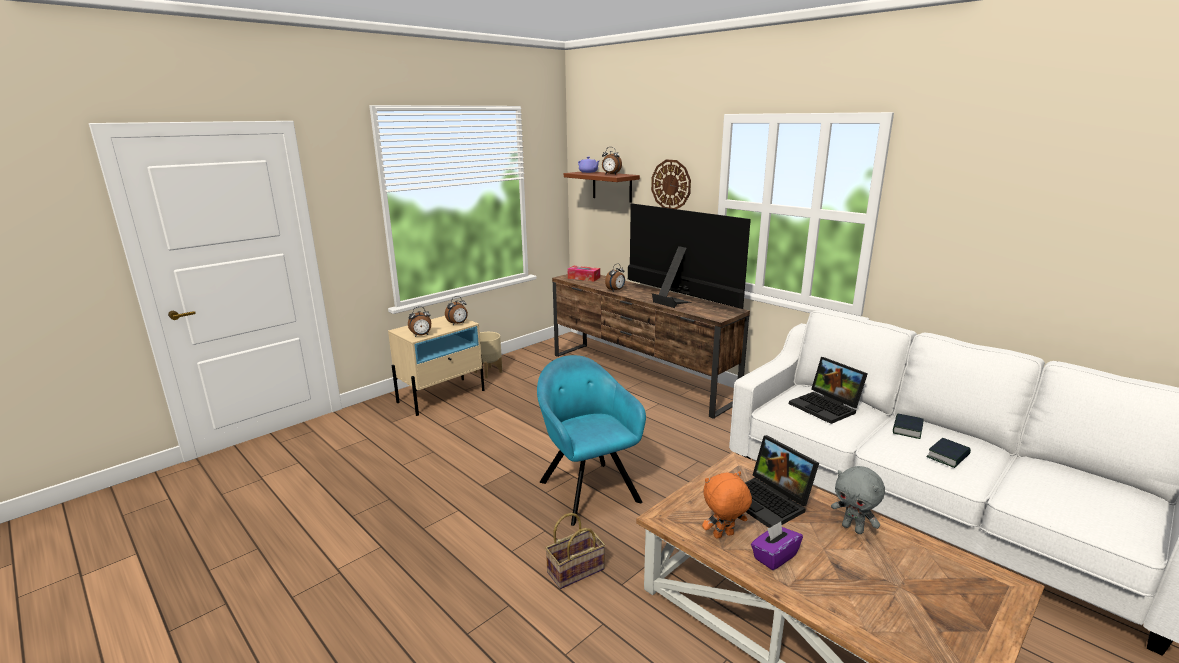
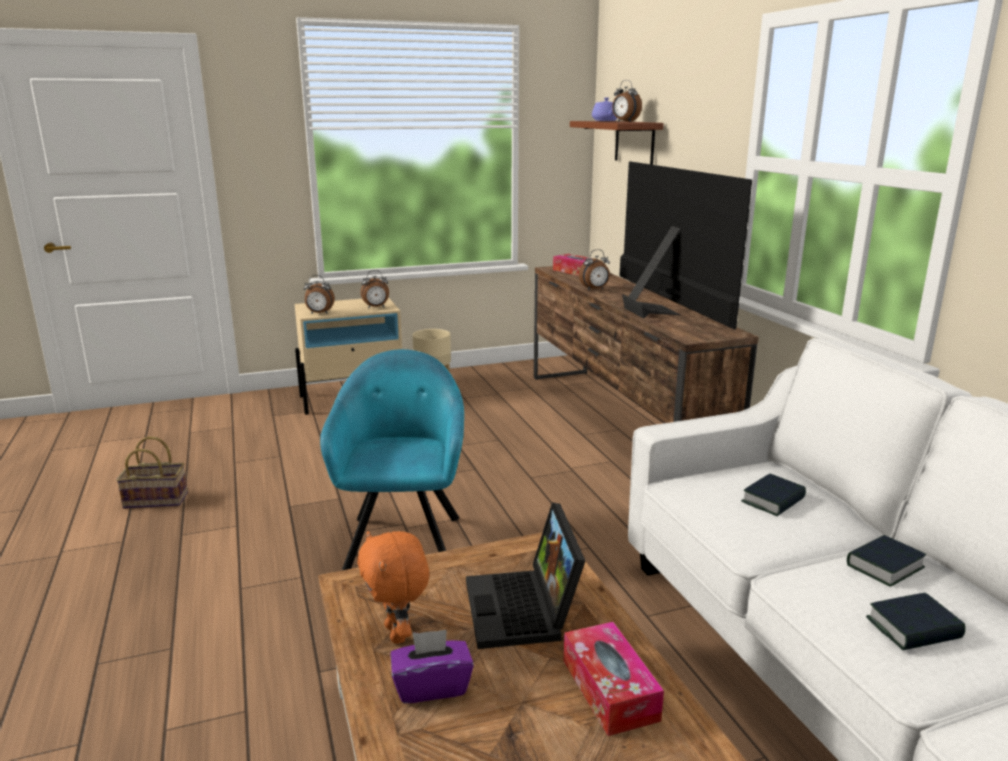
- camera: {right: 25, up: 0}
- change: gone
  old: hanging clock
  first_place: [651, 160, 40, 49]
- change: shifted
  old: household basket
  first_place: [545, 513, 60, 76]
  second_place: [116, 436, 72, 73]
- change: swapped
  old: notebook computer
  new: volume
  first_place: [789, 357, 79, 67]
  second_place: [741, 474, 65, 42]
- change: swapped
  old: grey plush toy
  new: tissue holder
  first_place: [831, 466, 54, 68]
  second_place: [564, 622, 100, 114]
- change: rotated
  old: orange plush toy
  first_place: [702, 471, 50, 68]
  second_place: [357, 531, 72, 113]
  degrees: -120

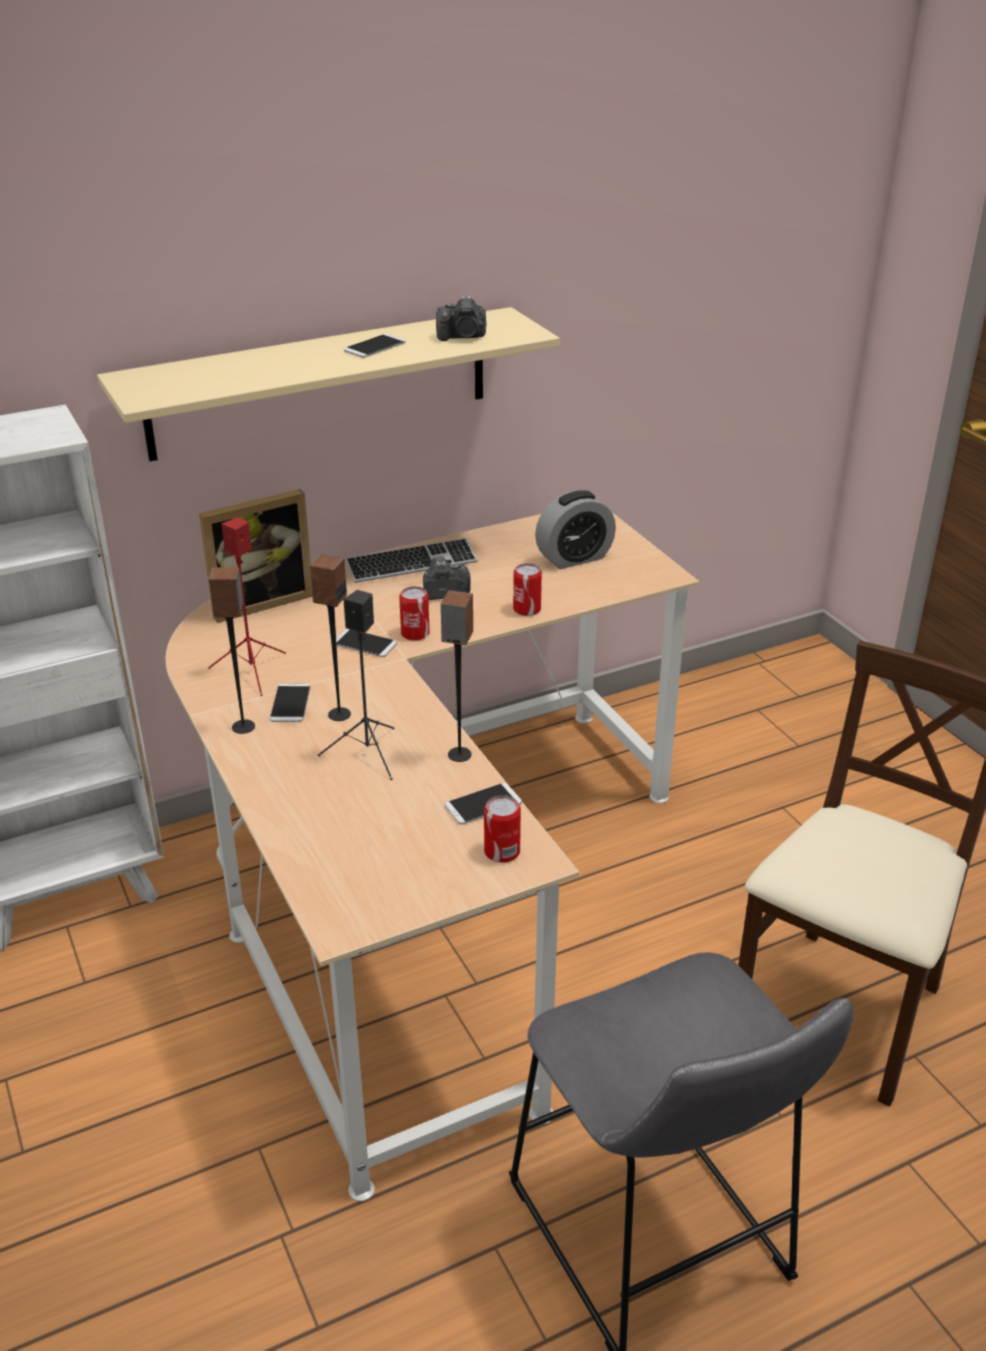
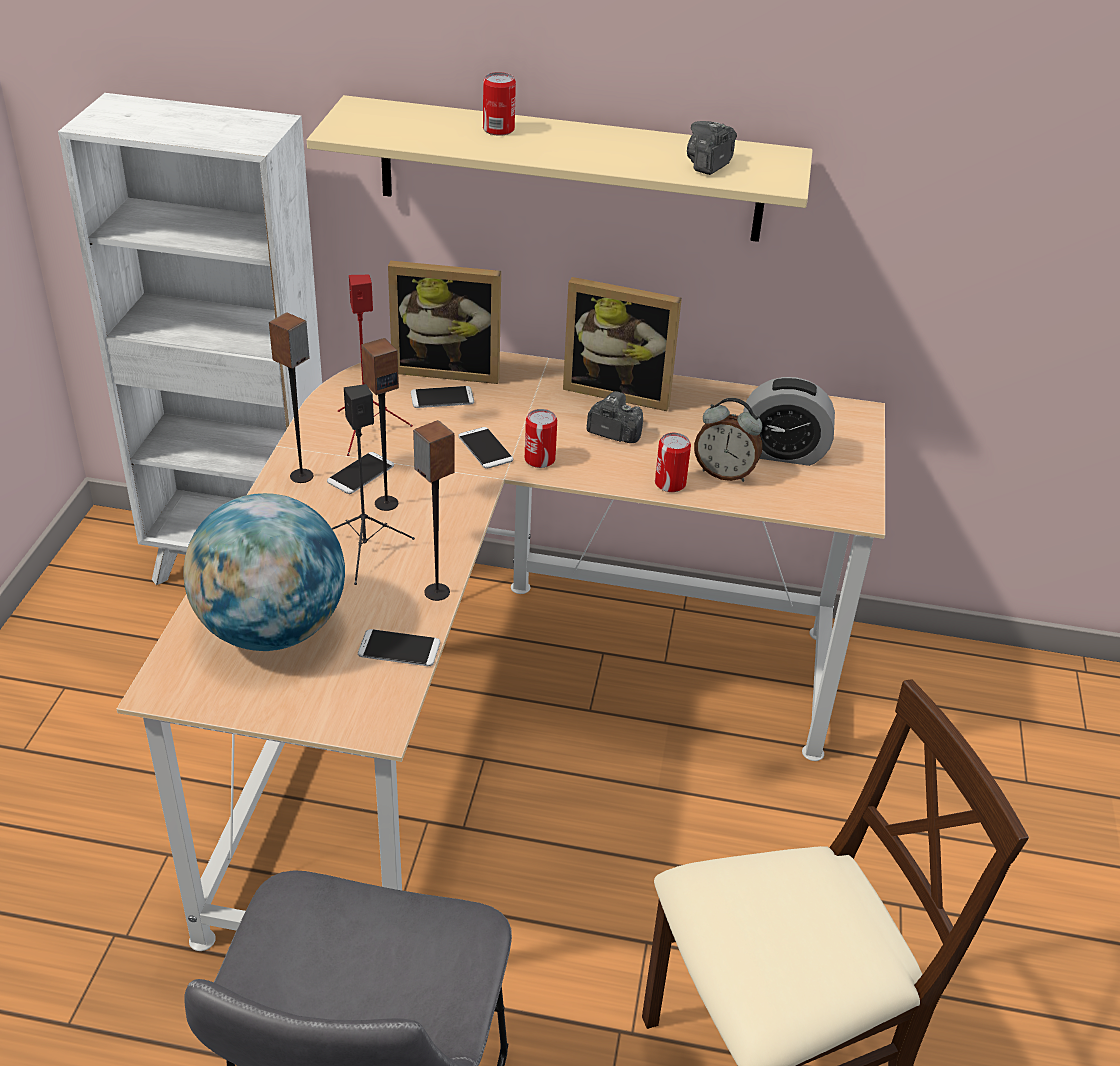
- camera: {right: 35, up: 5}
- change: new
  new: desk globe
  second_place: [183, 493, 162, 158]
- change: new
  new: alarm clock
  second_place: [694, 398, 69, 84]
- change: shifted
  old: telephone
  first_place: [344, 334, 62, 24]
  second_place: [411, 386, 63, 22]
- change: shifted
  old: sealed can
  first_place: [484, 795, 37, 68]
  second_place: [483, 72, 33, 64]
- change: swapped
  old: PC keyboard
  new: standing frame
  first_place: [345, 538, 133, 45]
  second_place: [563, 277, 119, 134]
- change: rotated
  old: still camera
  first_place: [436, 296, 50, 45]
  second_place: [687, 121, 50, 54]
  degrees: 90

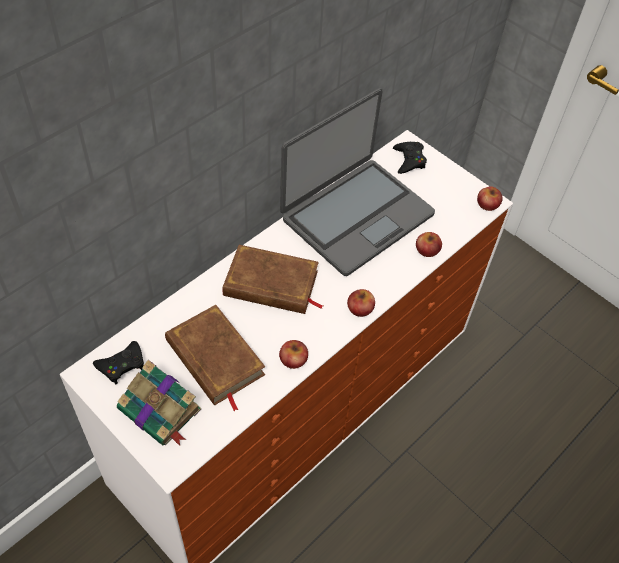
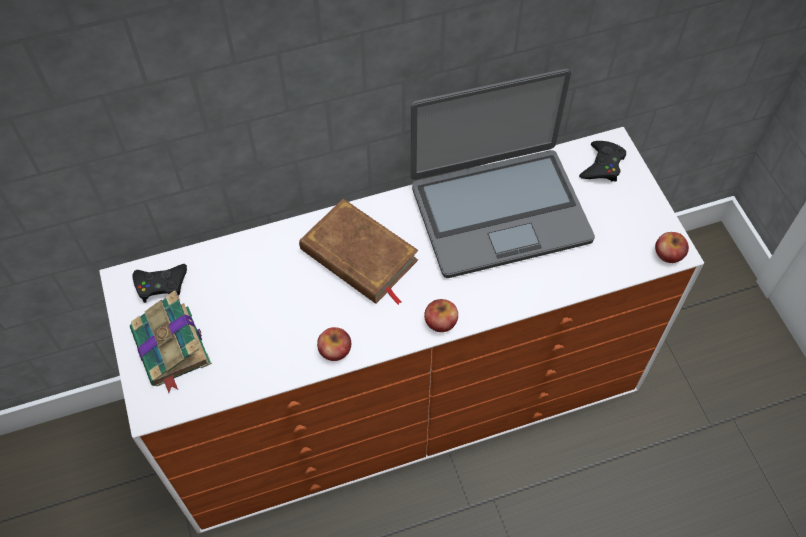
- camera: {right: 30, up: 5}
- change: gone
  old: brown volume
  first_place: [165, 305, 100, 106]
- change: gone
  old: apple
  first_place: [416, 232, 26, 25]

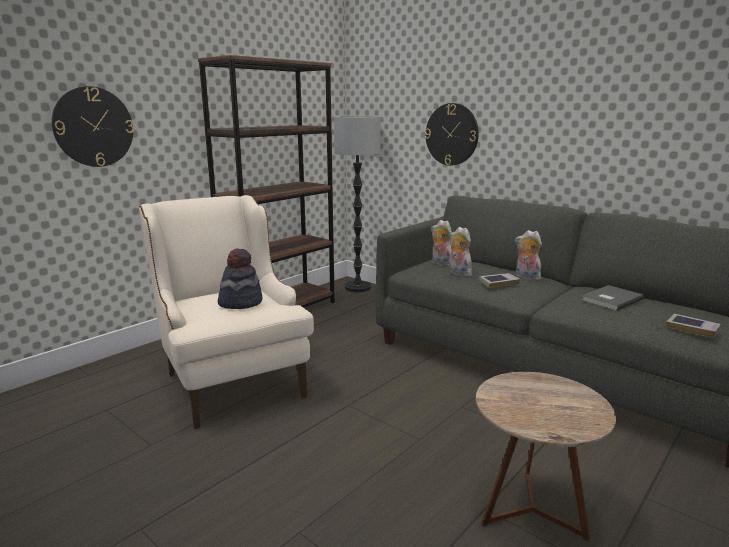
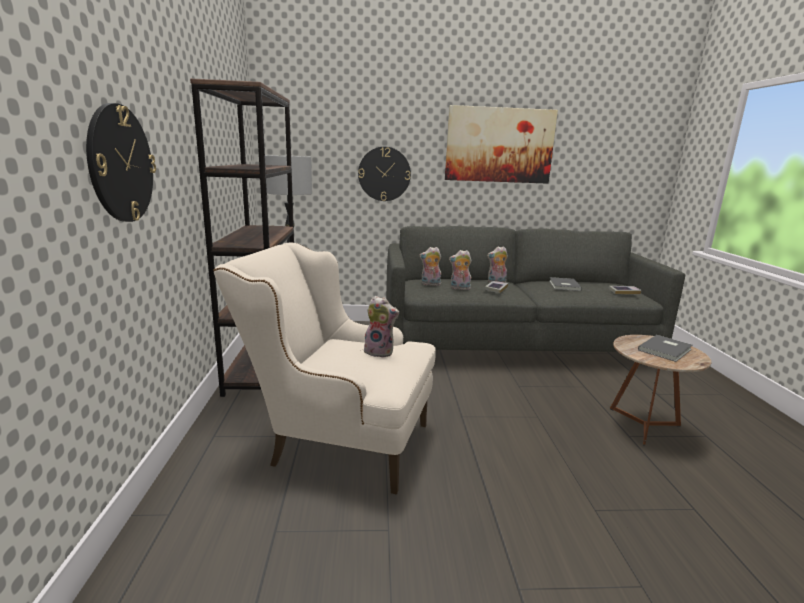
- camera: {right: -45, up: 0}
- change: new
  new: picture
  second_place: [445, 105, 113, 79]
- change: new
  new: grey volume
  second_place: [638, 335, 54, 27]
- change: swapped
  old: clothing hat
  new: plush toy
  first_place: [218, 248, 45, 61]
  second_place: [364, 296, 35, 62]

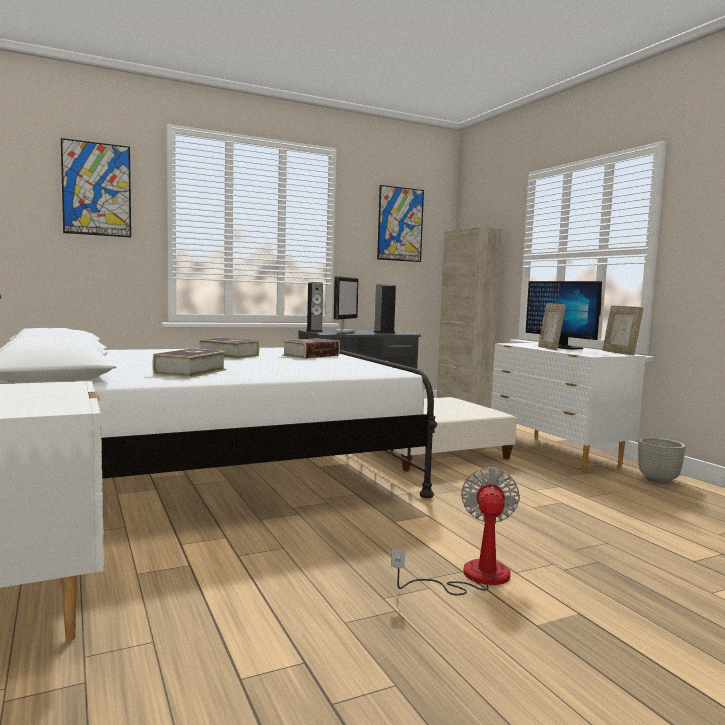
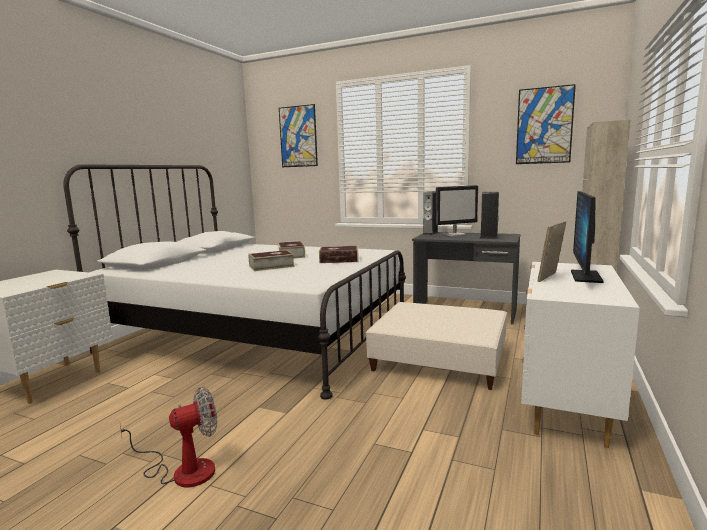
- camera: {right: 50, up: 5}
- change: gone
  old: standing frame
  first_place: [603, 306, 40, 50]
- change: gone
  old: grey plant pot
  first_place: [638, 438, 47, 46]
- change: shifted
  old: volume
  first_place: [152, 349, 74, 29]
  second_place: [248, 250, 47, 21]

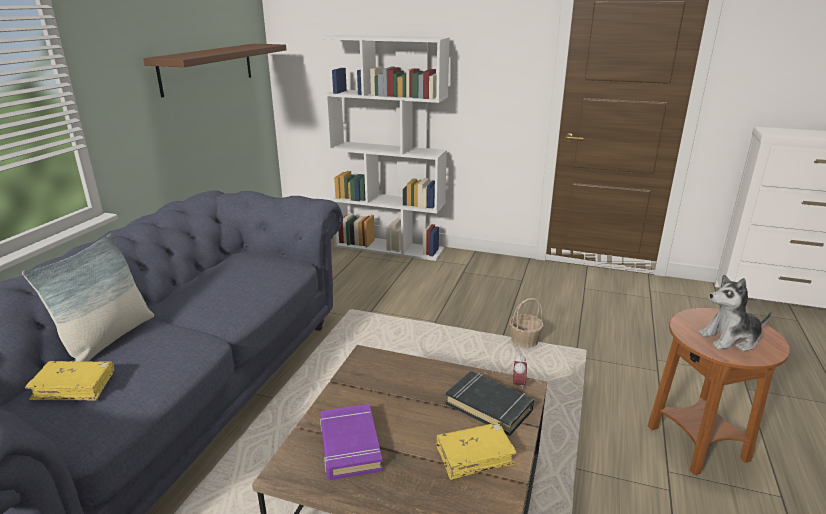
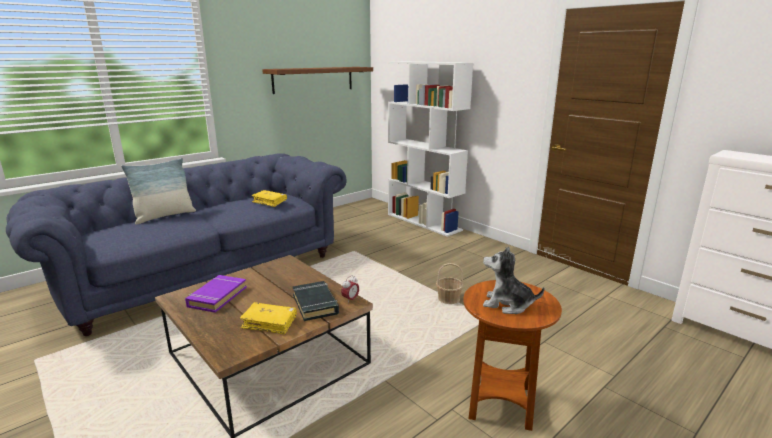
- camera: {right: 30, up: -5}
- change: shifted
  old: yellow-coloured volume
  first_place: [25, 361, 89, 40]
  second_place: [251, 190, 36, 17]

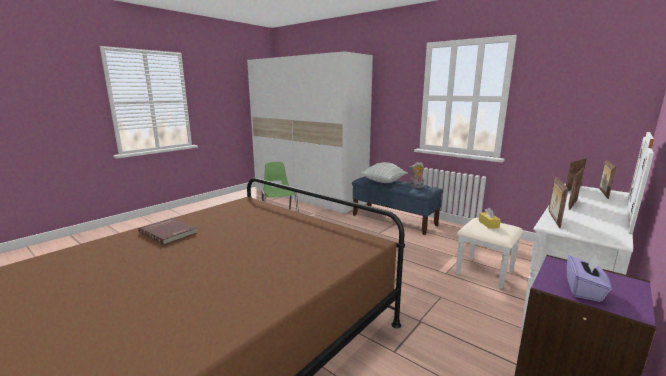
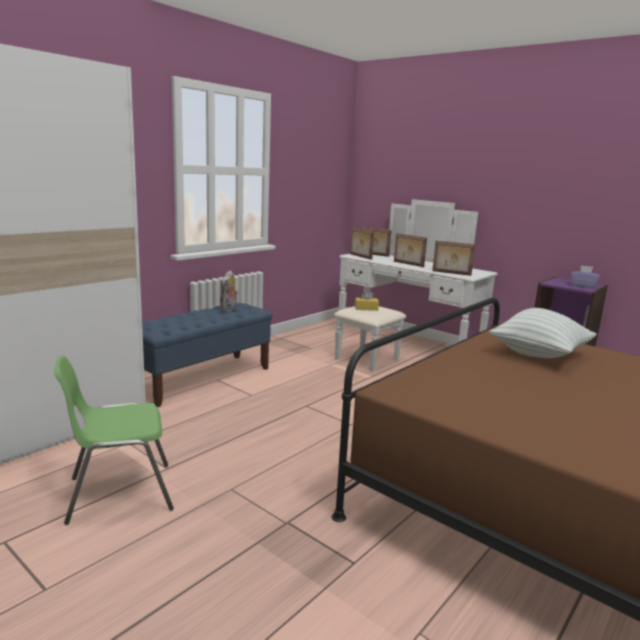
- camera: {right: -90, up: 0}
- change: gone
  old: red volume
  first_place: [138, 218, 59, 27]
- change: shifted
  old: pillow
  first_place: [360, 162, 48, 21]
  second_place: [489, 308, 107, 50]

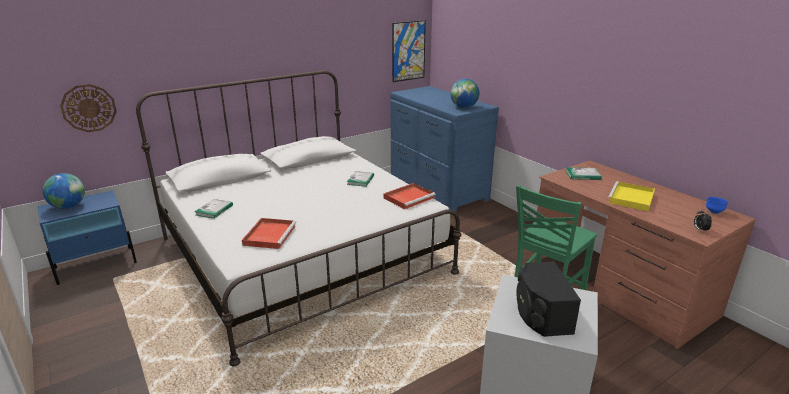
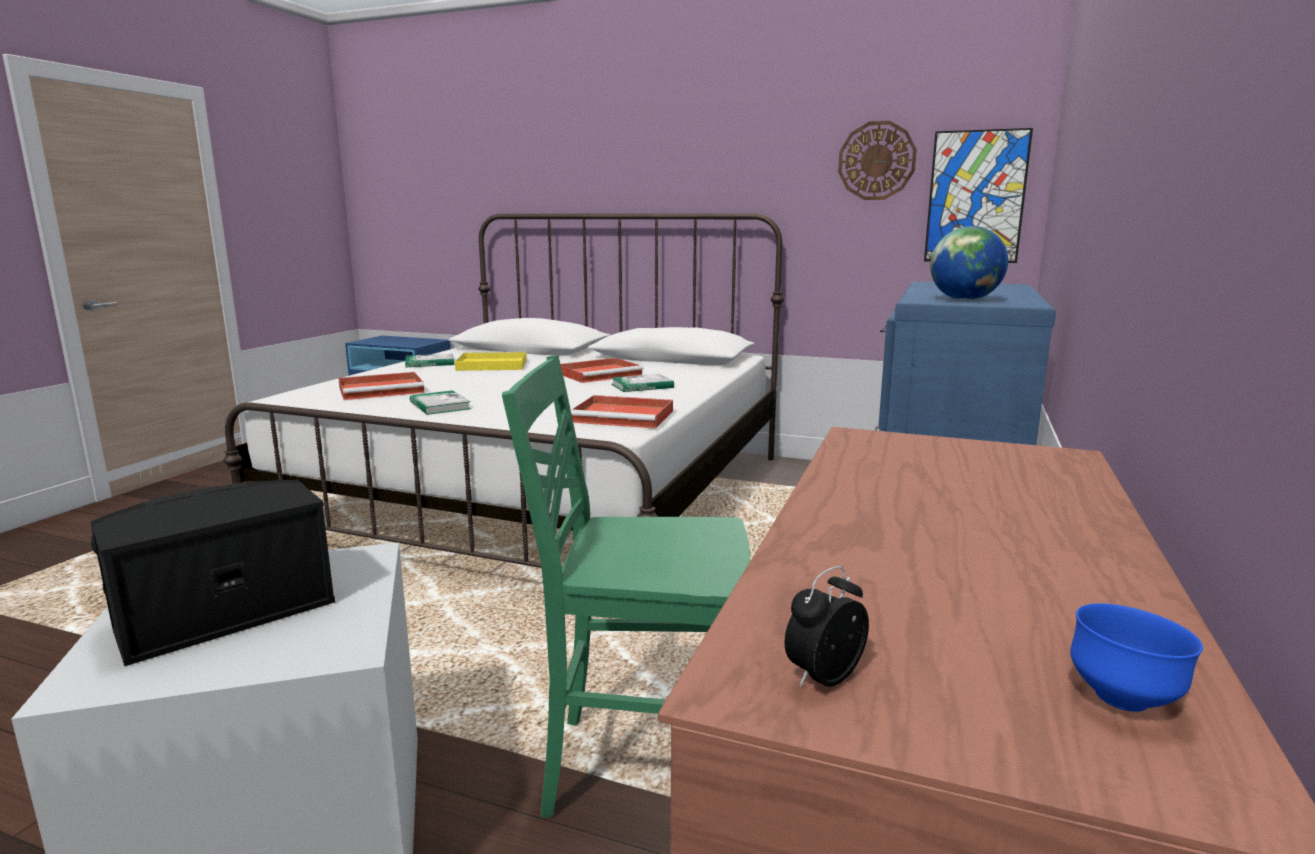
- camera: {right: 55, up: -10}
- change: gone
  old: desk globe
  first_place: [42, 173, 43, 36]
- change: new
  new: red tray
  second_place: [561, 358, 82, 25]
- change: shifted
  old: hanging clock
  first_place: [60, 84, 57, 48]
  second_place: [838, 121, 79, 79]
- change: shifted
  old: volume
  first_place: [566, 167, 36, 13]
  second_place: [410, 390, 61, 25]
- change: shifted
  old: yellow-coloured tray
  first_place: [608, 181, 47, 30]
  second_place: [455, 352, 72, 19]

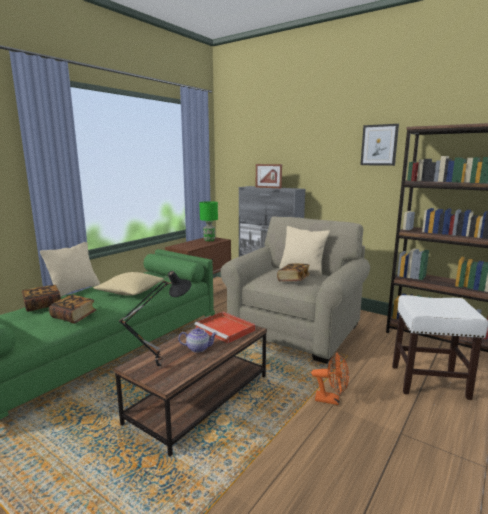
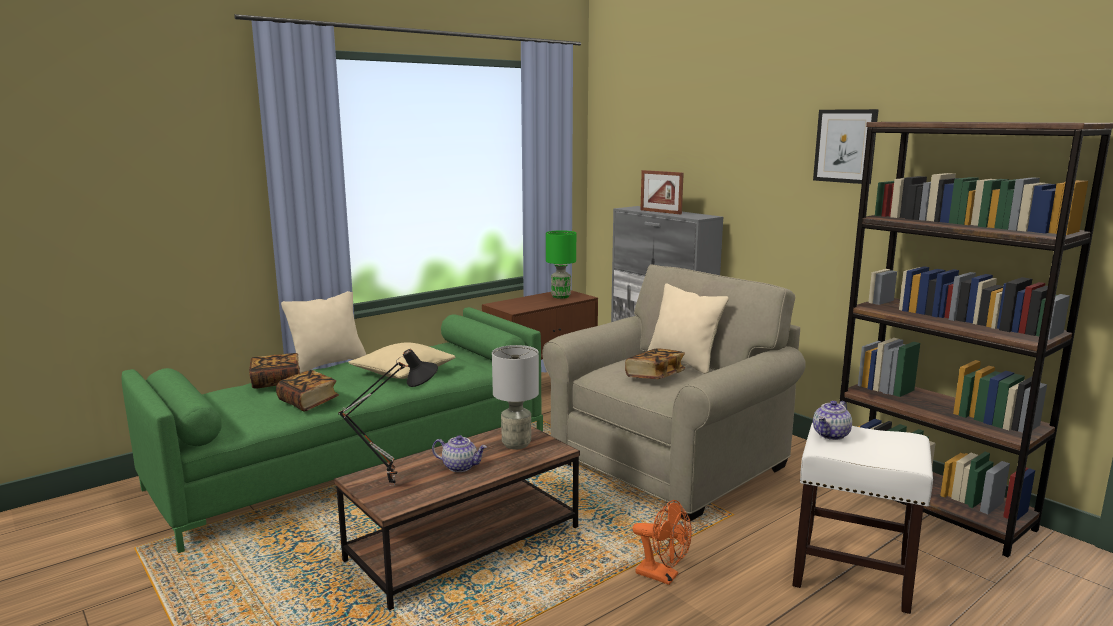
- camera: {right: 15, up: 0}
- change: new
  new: pot for tea
  second_place: [813, 401, 39, 39]
- change: swapped
  old: red tray
  new: grey tabletop lamp
  first_place: [195, 312, 60, 32]
  second_place: [492, 345, 47, 105]

